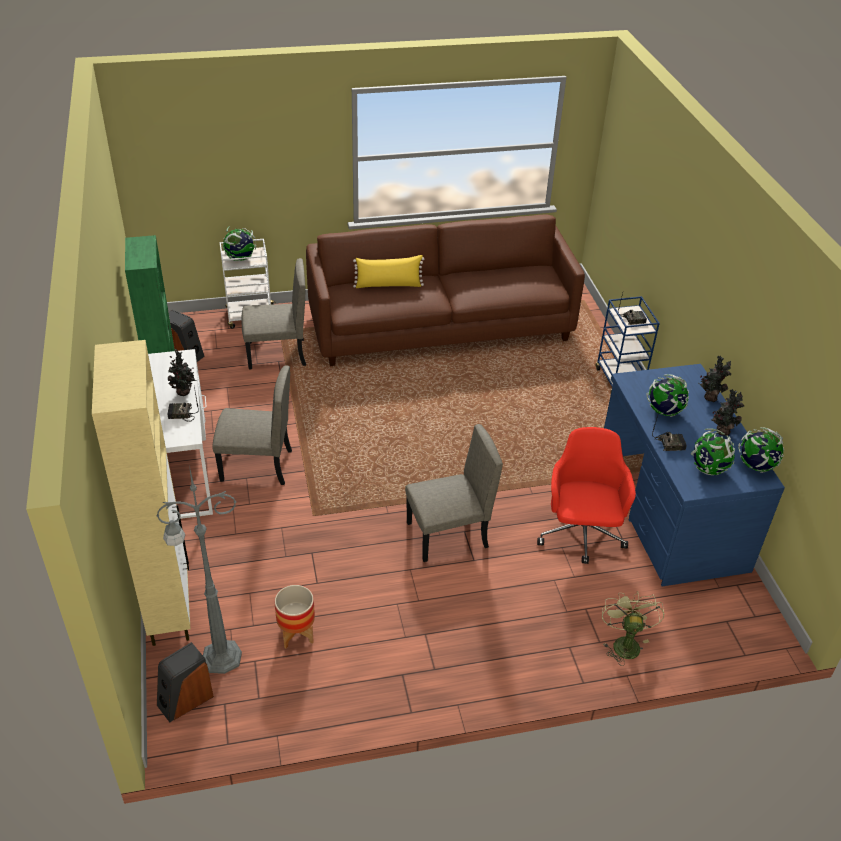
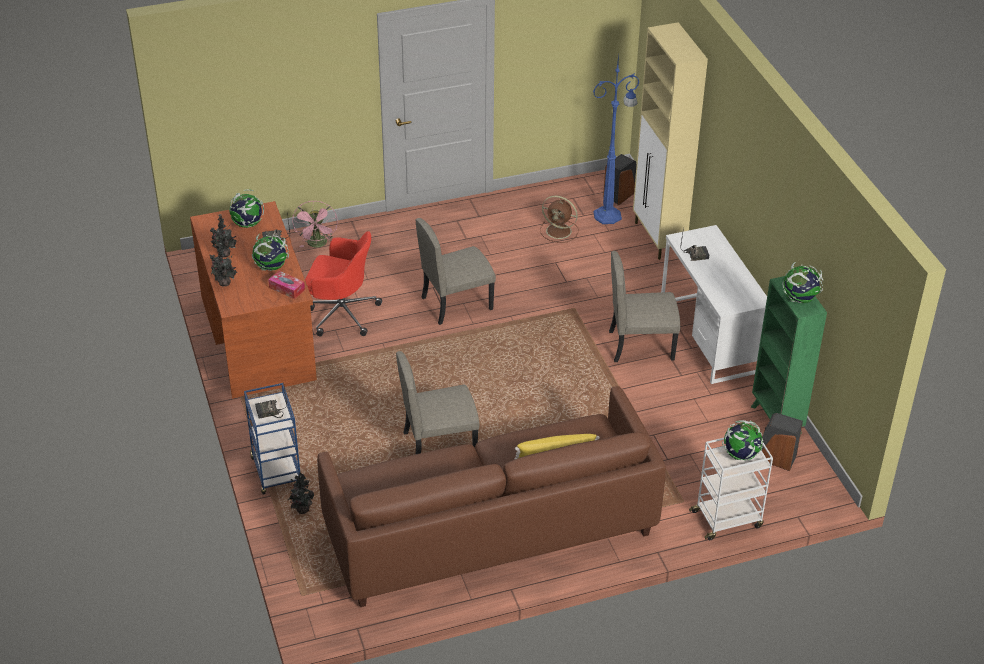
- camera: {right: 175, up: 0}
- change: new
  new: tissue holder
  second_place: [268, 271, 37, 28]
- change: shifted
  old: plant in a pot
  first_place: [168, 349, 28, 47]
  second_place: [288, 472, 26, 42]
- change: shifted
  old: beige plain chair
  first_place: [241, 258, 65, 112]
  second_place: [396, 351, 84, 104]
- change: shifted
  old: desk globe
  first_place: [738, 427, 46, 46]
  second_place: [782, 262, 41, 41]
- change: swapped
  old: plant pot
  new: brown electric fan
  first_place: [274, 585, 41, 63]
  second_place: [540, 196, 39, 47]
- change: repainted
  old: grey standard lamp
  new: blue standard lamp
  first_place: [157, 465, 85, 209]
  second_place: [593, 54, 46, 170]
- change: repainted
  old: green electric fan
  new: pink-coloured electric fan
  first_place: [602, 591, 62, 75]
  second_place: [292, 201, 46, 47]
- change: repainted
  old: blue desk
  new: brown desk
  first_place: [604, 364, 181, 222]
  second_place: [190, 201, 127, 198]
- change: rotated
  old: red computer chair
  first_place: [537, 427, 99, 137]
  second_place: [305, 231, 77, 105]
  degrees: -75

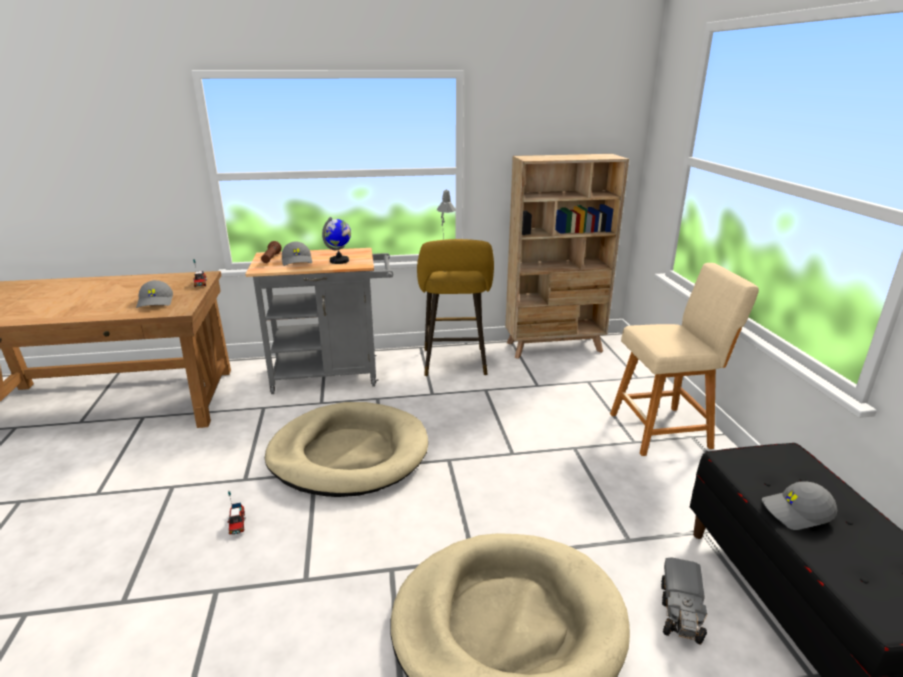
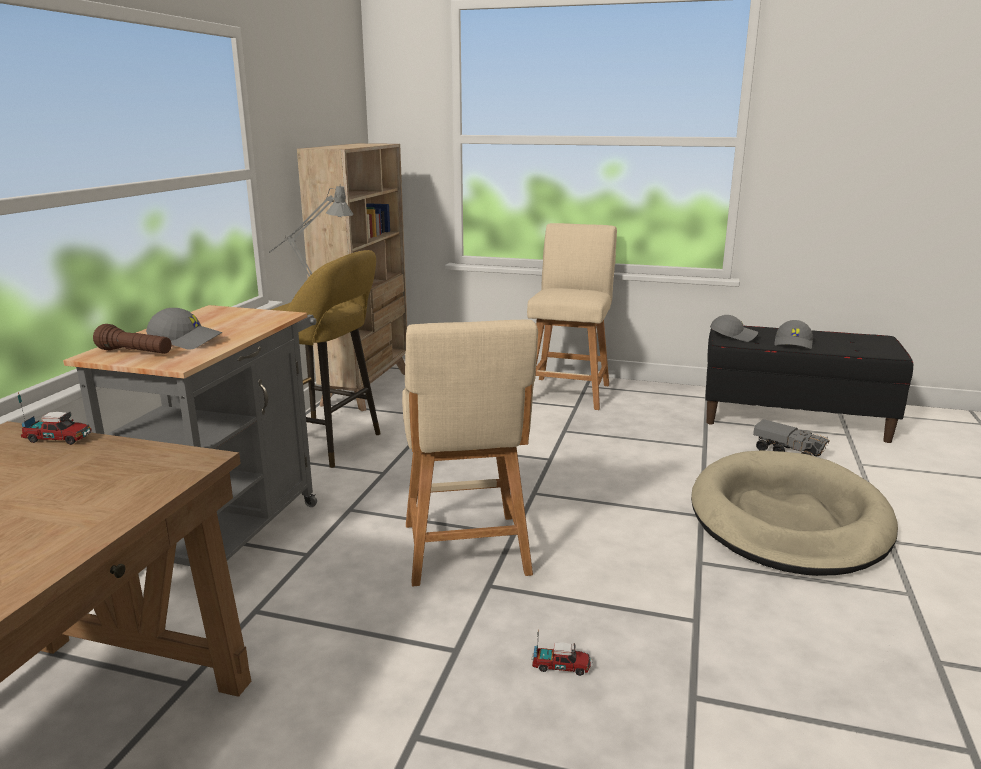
- camera: {right: -65, up: -5}
- change: gone
  old: desk globe
  first_place: [322, 217, 29, 47]
- change: shifted
  old: grey cap
  first_place: [136, 280, 37, 28]
  second_place: [710, 315, 48, 27]
- change: swapped
  old: beige dog cushion
  new: beige stool
  first_place: [265, 402, 163, 95]
  second_place: [402, 319, 136, 267]

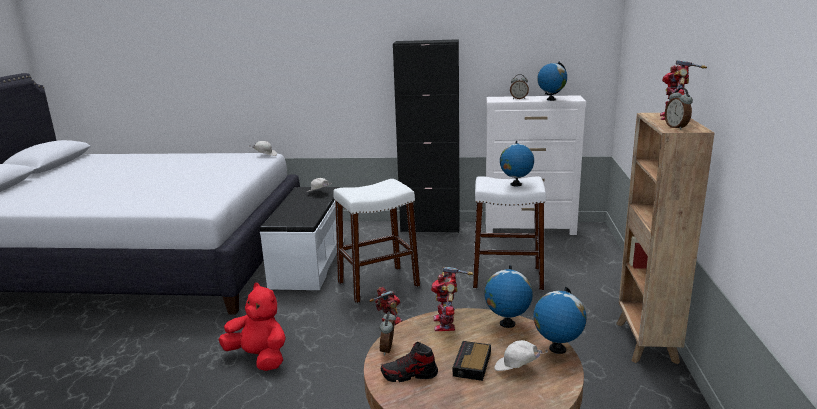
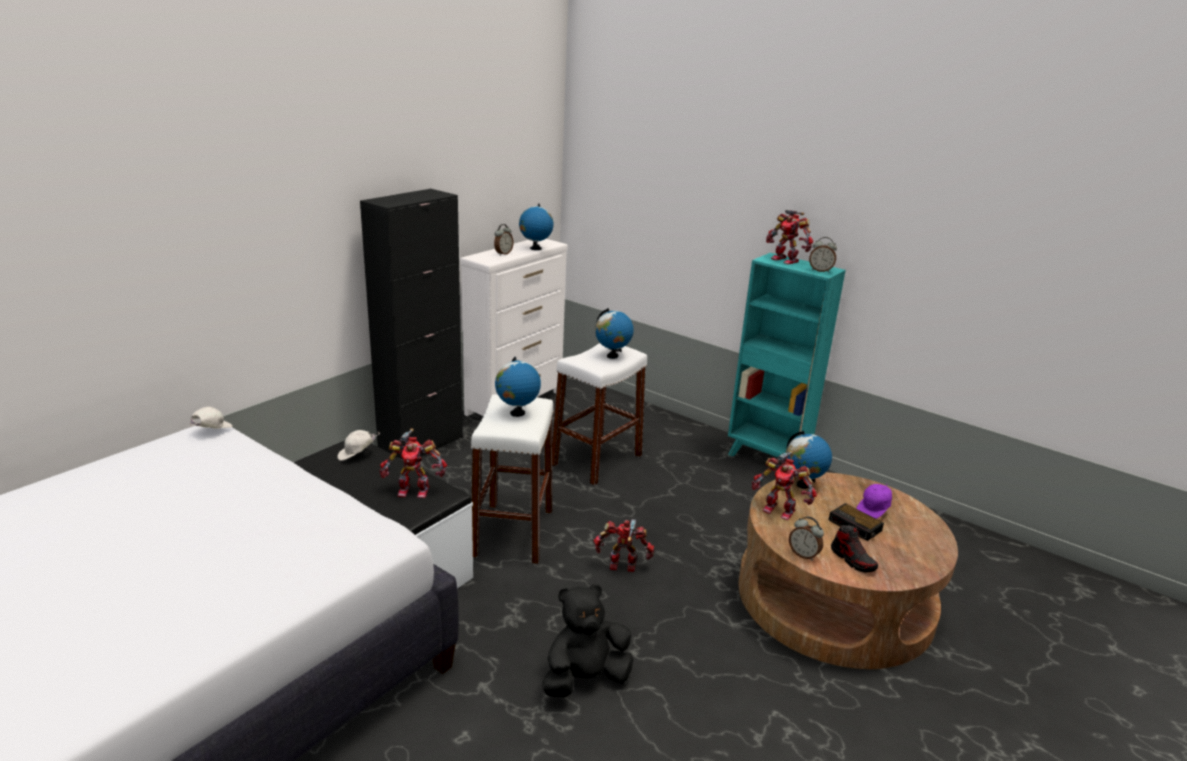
- camera: {right: -60, up: 5}
- change: new
  new: toy robot
  second_place: [380, 428, 67, 70]
- change: shifted
  old: desk globe
  first_place: [533, 287, 54, 67]
  second_place: [495, 357, 46, 60]
- change: repainted
  old: red plush toy
  new: black-coloured plush toy
  first_place: [218, 283, 68, 88]
  second_place: [542, 583, 91, 114]
- change: repainted
  old: whitish cap
  new: purplish cap
  first_place: [494, 340, 54, 31]
  second_place: [856, 483, 36, 36]
- change: repainted
  old: brown shelving unit
  new: turquoise-coloured shelving unit
  first_place: [616, 113, 99, 251]
  second_place: [728, 253, 118, 205]
- change: rotated
  old: shoe
  first_place: [381, 342, 57, 40]
  second_place: [831, 525, 47, 48]
  degrees: -60

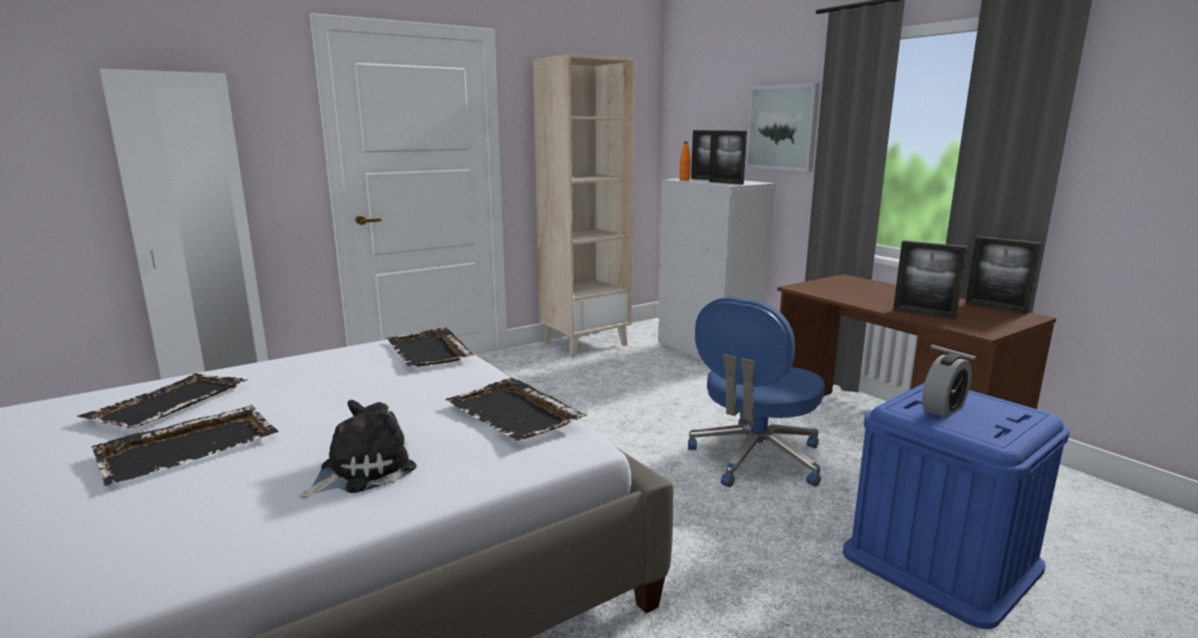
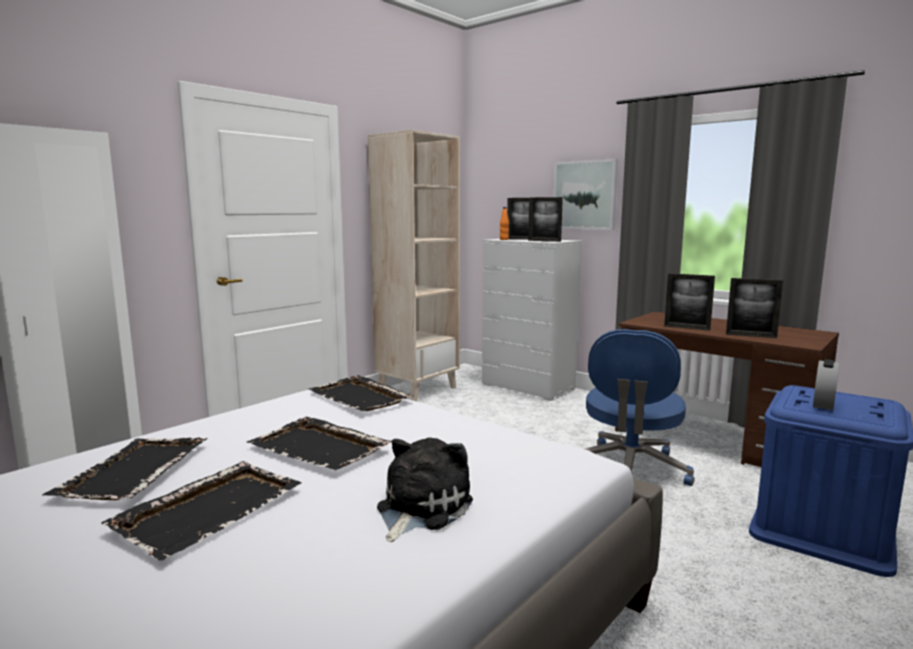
- camera: {right: -15, up: -5}
- change: shifted
  old: black-coloured tray
  first_place: [445, 378, 142, 63]
  second_place: [246, 417, 146, 53]
- change: shifted
  old: standing frame
  first_place: [965, 236, 77, 78]
  second_place: [664, 273, 51, 58]

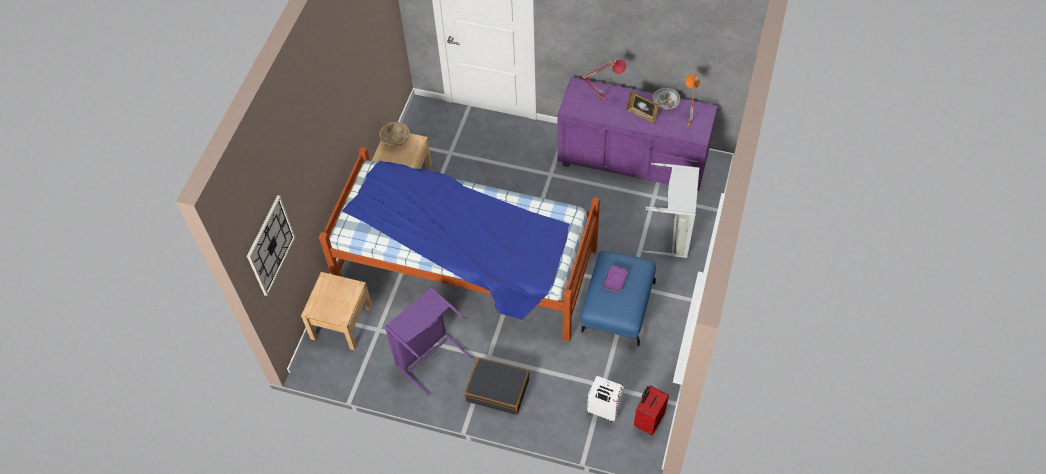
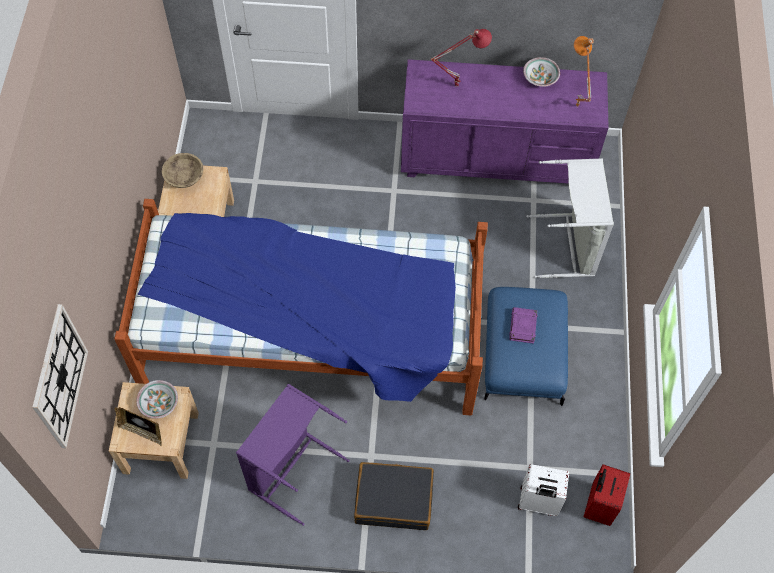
- camera: {right: -15, up: 5}
- change: new
  new: deep dish
  second_place: [136, 380, 42, 39]
- change: shifted
  old: standing frame
  first_place: [626, 91, 33, 33]
  second_place: [115, 407, 47, 39]

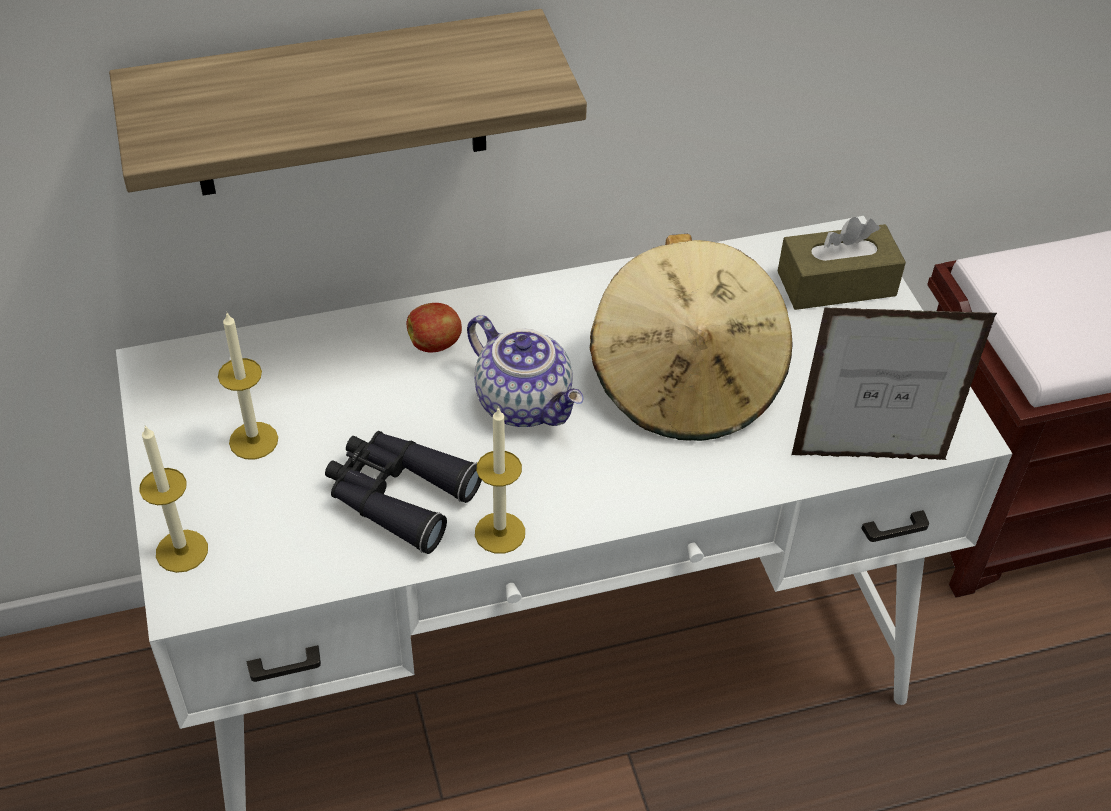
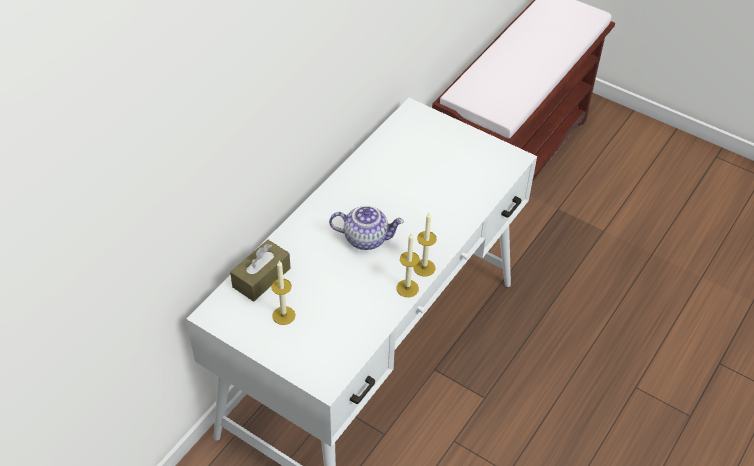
- camera: {right: -40, up: 0}
- change: gone
  old: bracket shelf
  first_place: [109, 9, 478, 187]
- change: gone
  old: black-coloured pair of binoculars
  first_place: [325, 431, 157, 123]
- change: gone
  old: apple
  first_place: [407, 303, 55, 49]
- change: gone
  old: beige clothing hat
  first_place: [590, 234, 203, 207]
- change: gone
  old: standing frame
  first_place: [792, 307, 205, 153]
- change: shifted
  old: candle
  first_place: [139, 425, 69, 148]
  second_place: [413, 212, 24, 65]
- change: shifted
  old: brown tissue holder
  first_place: [778, 217, 128, 93]
  second_place: [230, 240, 61, 62]

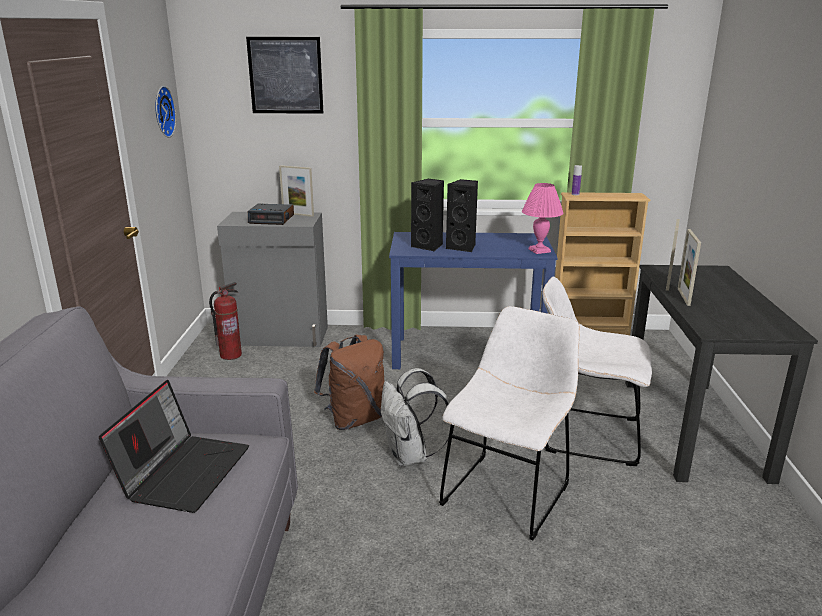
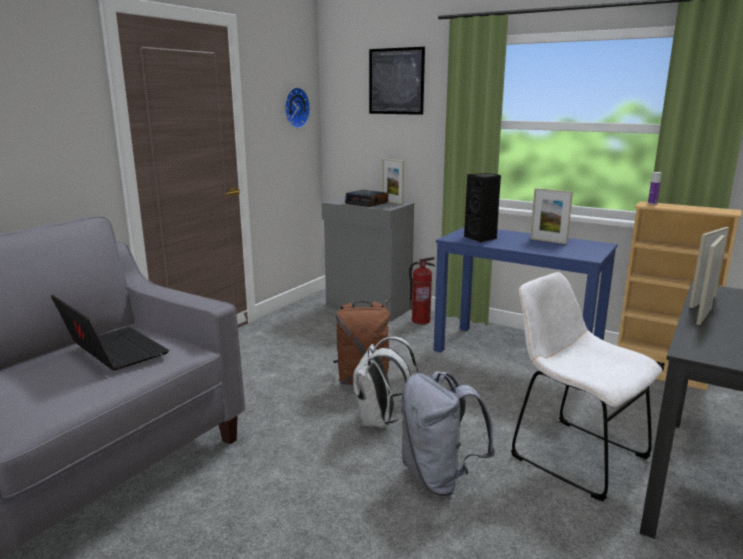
- camera: {right: 30, up: -5}
- change: gone
  old: black-coloured audio speaker
  first_place: [446, 179, 32, 73]
- change: gone
  old: pink-coloured tabletop lamp
  first_place: [522, 183, 42, 71]
- change: new
  new: standing frame
  second_place: [530, 188, 43, 56]
- change: shifted
  old: fire-fighting cylinder
  first_place: [209, 282, 33, 78]
  second_place: [409, 257, 26, 67]
- change: swapped
  old: whitish plain chair
  new: grey rucksack
  first_place: [439, 306, 141, 235]
  second_place: [401, 371, 94, 125]
- change: rotated
  old: notebook computer
  first_place: [99, 380, 150, 133]
  second_place: [51, 295, 118, 76]
  degrees: -90

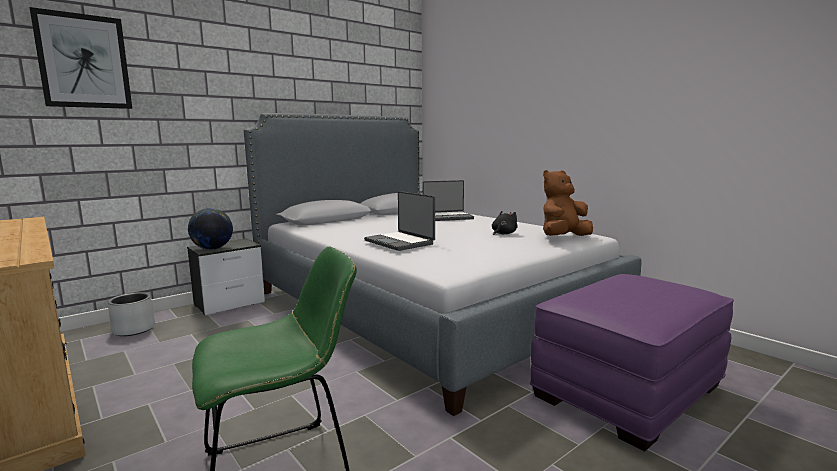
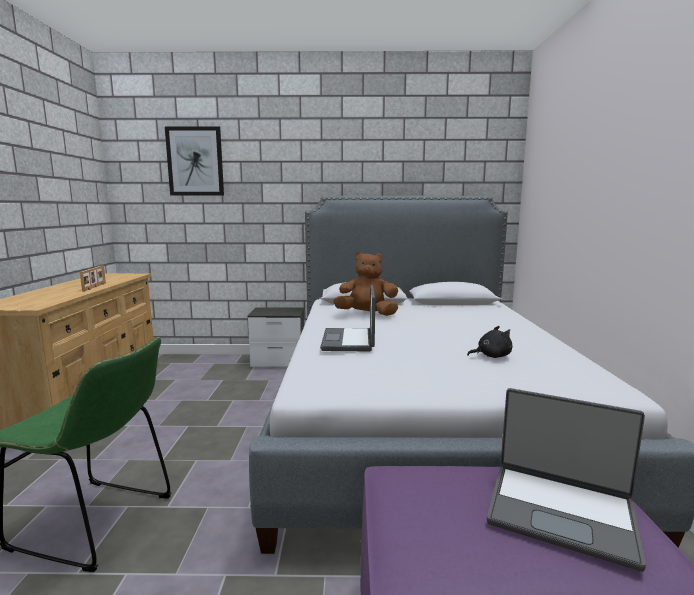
- camera: {right: 40, up: 0}
- change: gone
  old: grey plant pot
  first_place: [107, 292, 48, 44]
- change: gone
  old: desk globe
  first_place: [188, 208, 45, 42]
- change: new
  new: standing frame
  second_place: [80, 265, 26, 27]
- change: shifted
  old: notebook computer
  first_place: [422, 180, 52, 41]
  second_place: [487, 388, 159, 184]
- change: shifted
  old: brown plush toy
  first_place: [543, 170, 50, 66]
  second_place: [333, 252, 65, 64]

